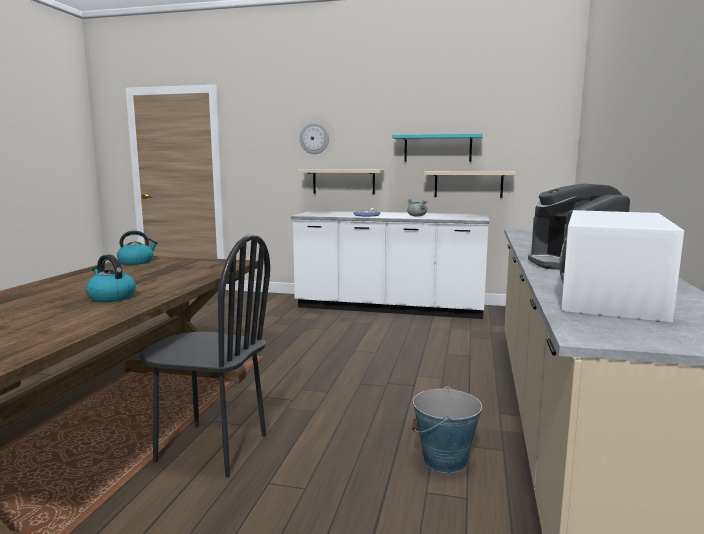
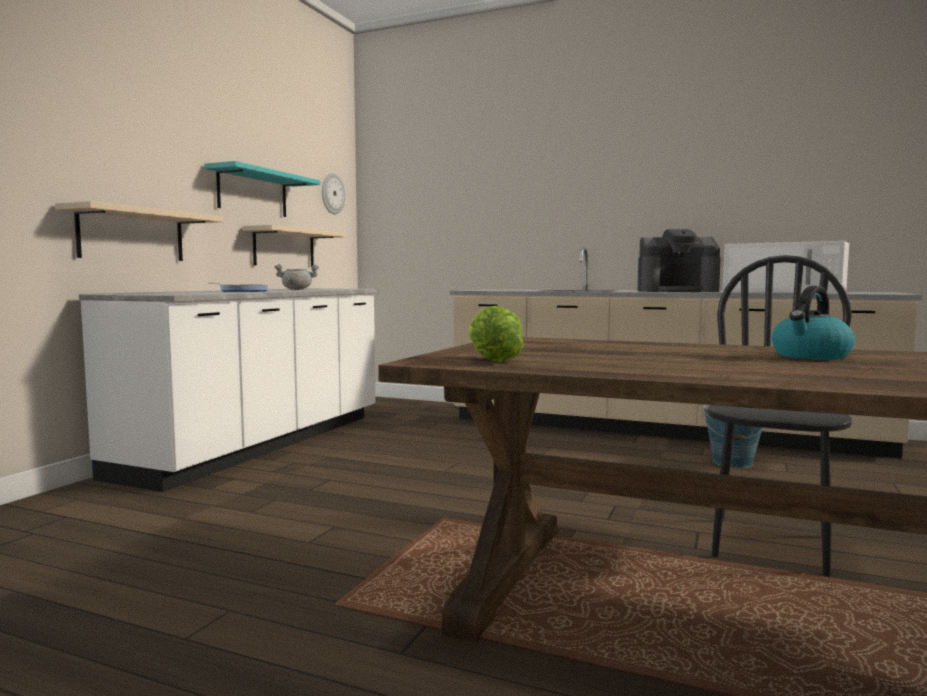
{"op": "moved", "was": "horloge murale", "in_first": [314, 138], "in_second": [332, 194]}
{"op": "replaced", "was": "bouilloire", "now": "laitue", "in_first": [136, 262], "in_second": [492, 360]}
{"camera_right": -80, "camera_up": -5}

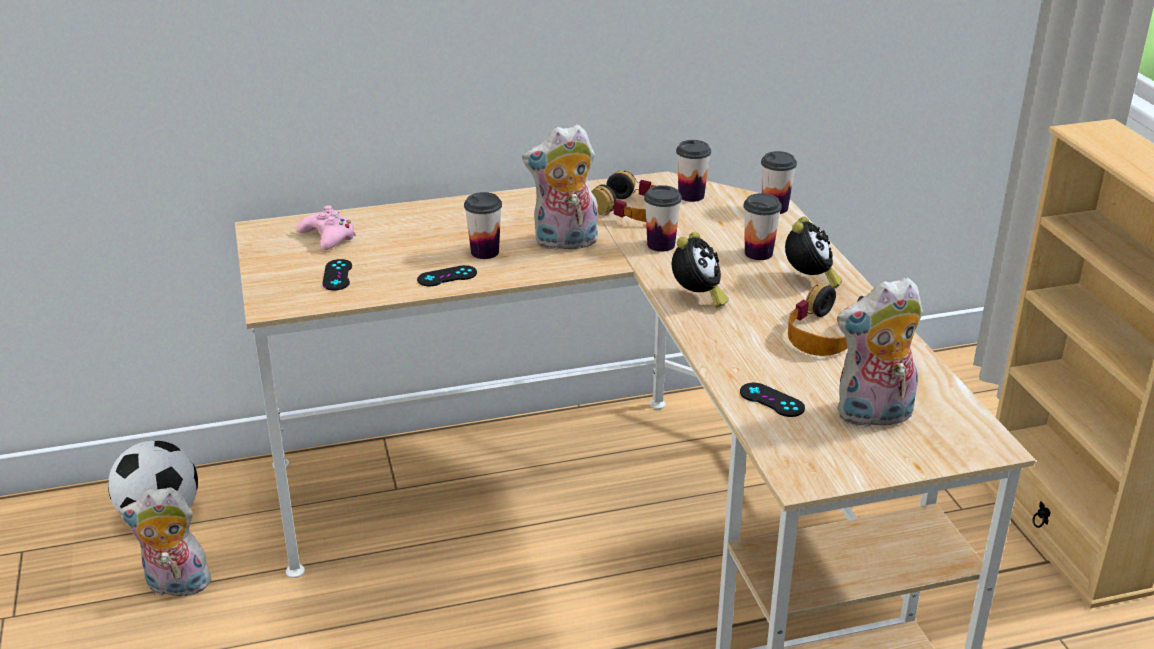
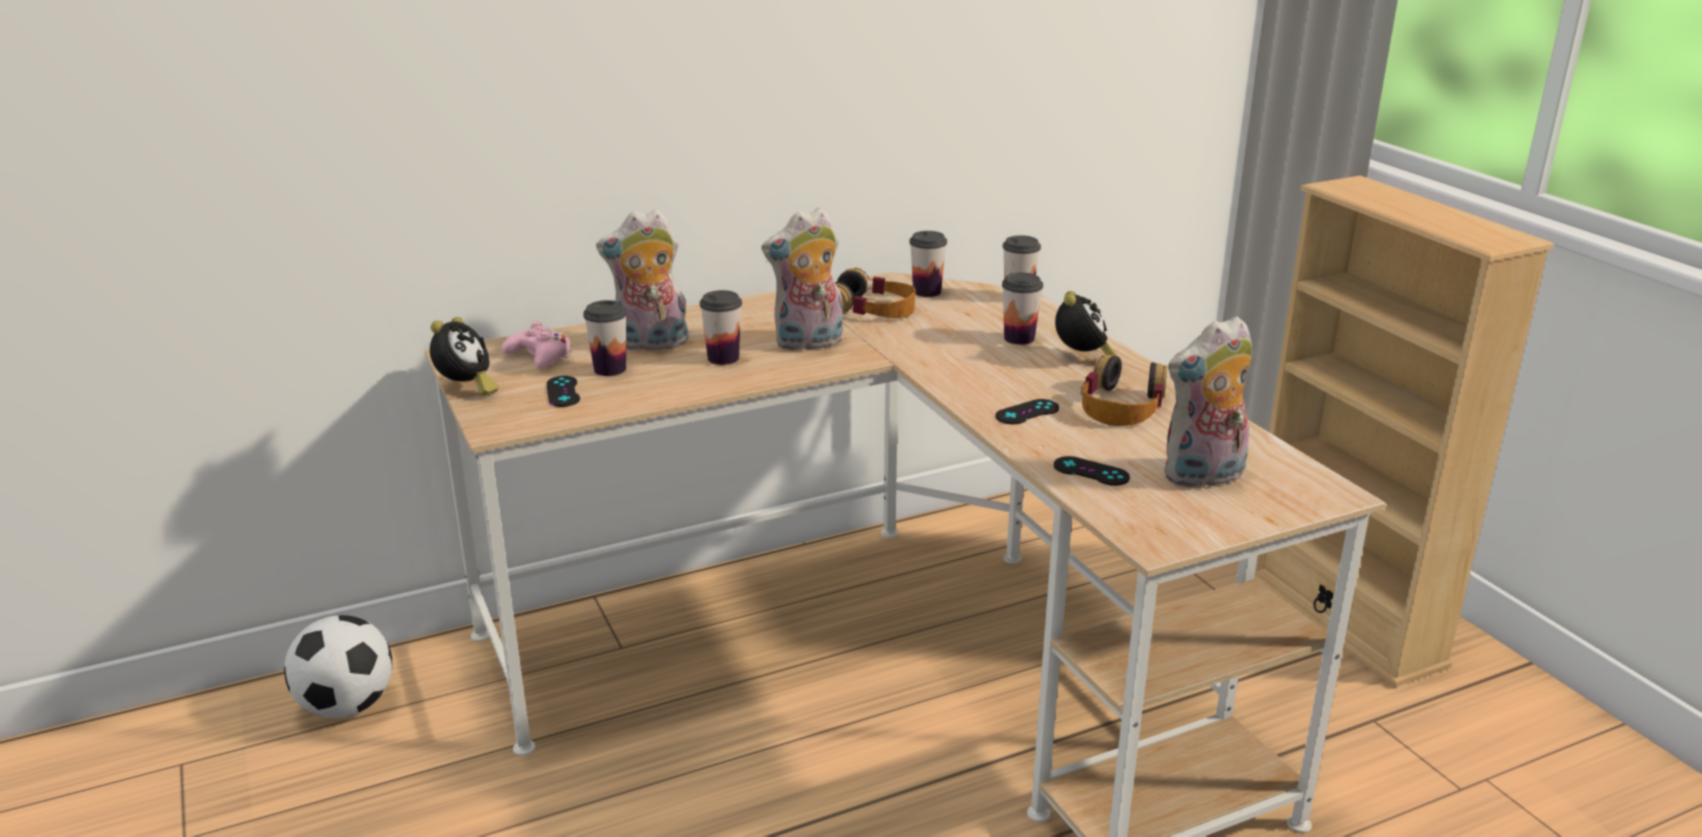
{"op": "moved", "was": "tasse", "in_first": [661, 245], "in_second": [610, 369]}
{"op": "moved", "was": "réveil", "in_first": [697, 298], "in_second": [466, 389]}
{"op": "moved", "was": "manette/noir", "in_first": [447, 276], "in_second": [1027, 412]}
{"op": "moved", "was": "peluche", "in_first": [175, 586], "in_second": [650, 344]}
{"camera_right": -10, "camera_up": -5}

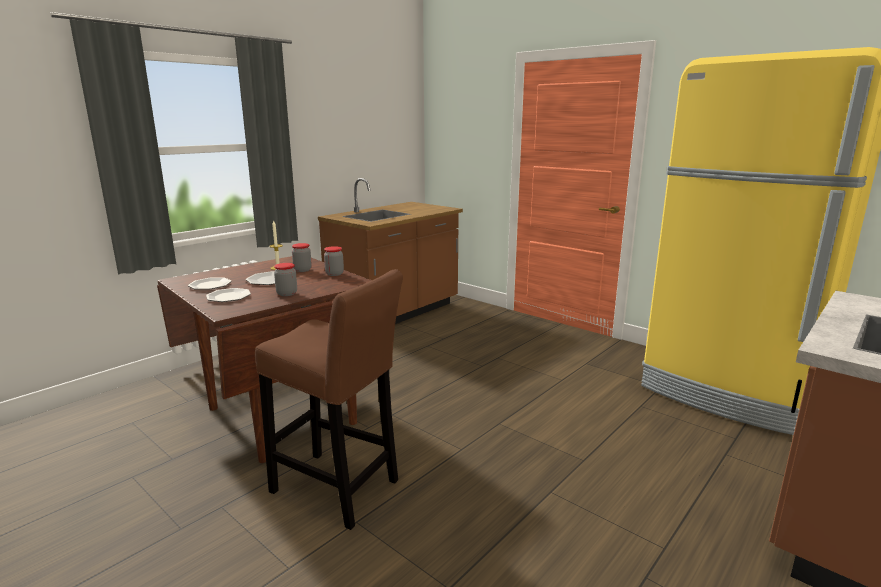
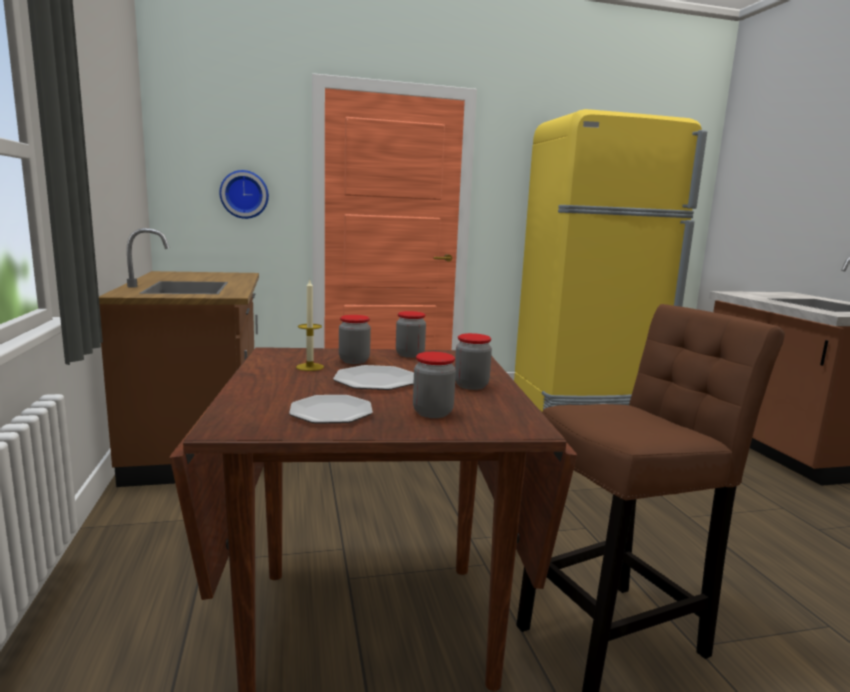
{"op": "replaced", "was": "assiette", "now": "bocal", "in_first": [229, 297], "in_second": [432, 413]}
{"op": "added", "now": "horloge murale", "in_second": [244, 194]}
{"camera_right": -55, "camera_up": -5}

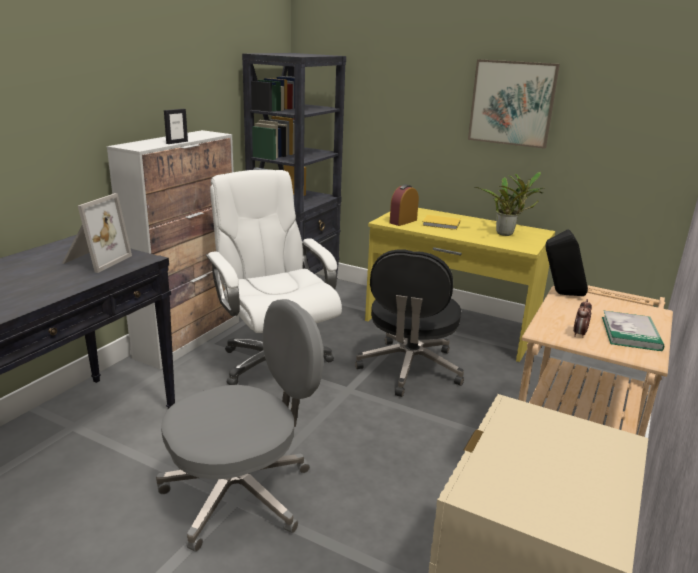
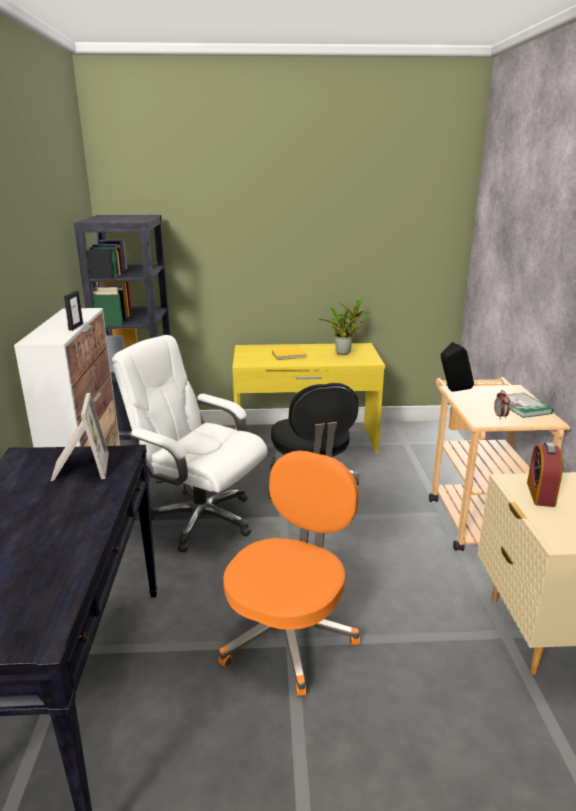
{"op": "removed", "was": "tableau", "in_first": [512, 103]}
{"op": "moved", "was": "réveil", "in_first": [403, 221], "in_second": [540, 494]}
{"op": "recoloured", "was": "chaise de bureau/gris", "now": "chaise de bureau/orange", "in_first": [241, 493], "in_second": [289, 634]}
{"camera_right": -30, "camera_up": 0}

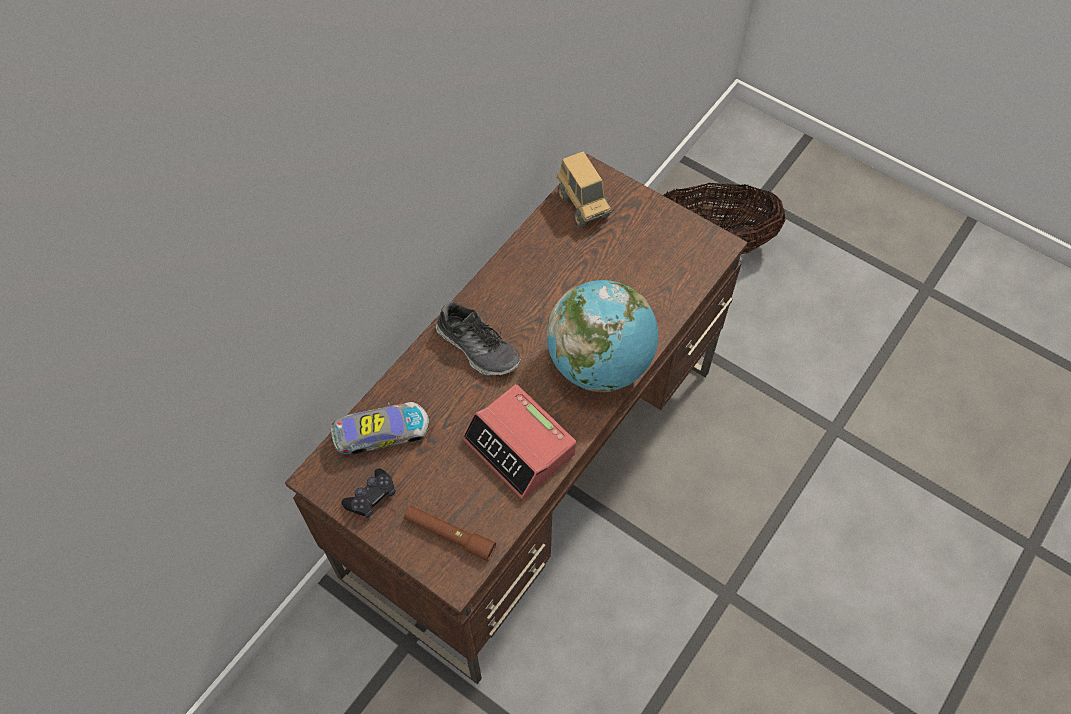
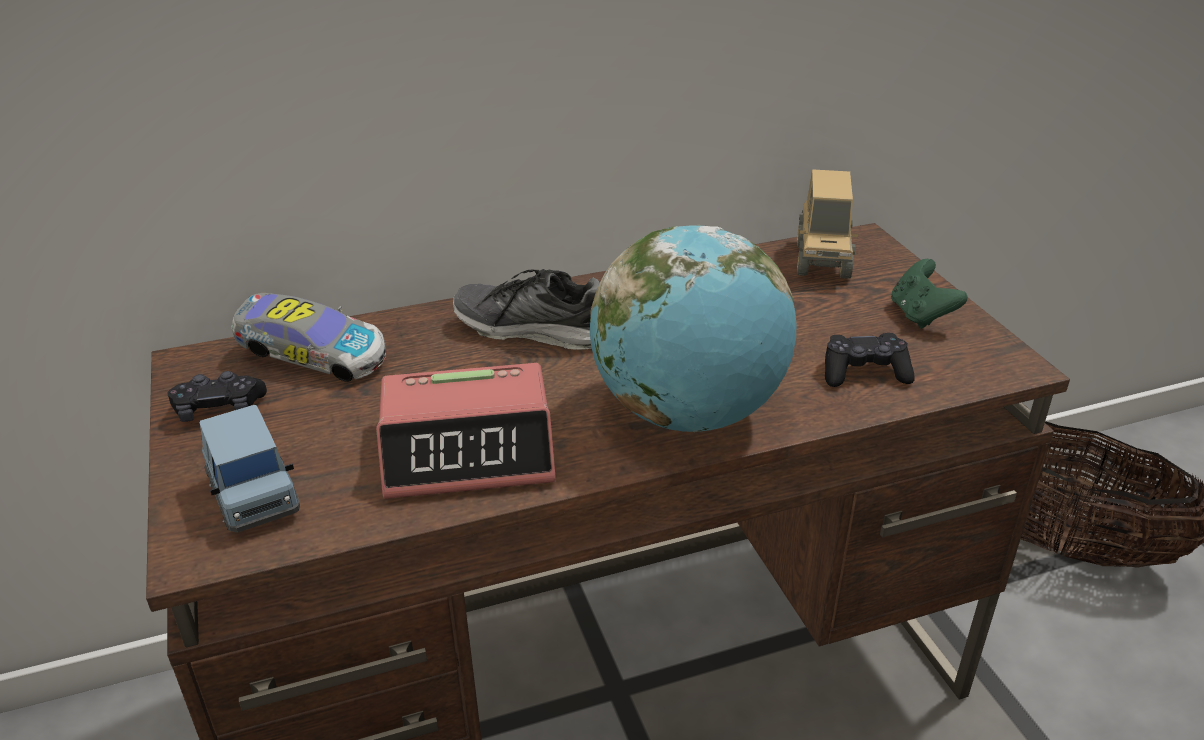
{"op": "turned", "was": "chaussure", "in_first": [478, 347], "in_second": [534, 330], "clockwise": 120}
{"op": "turned", "was": "réveil", "in_first": [520, 447], "in_second": [469, 449], "clockwise": -90}
{"op": "replaced", "was": "lampe de poche/marron", "now": "petite voiture/bleu", "in_first": [449, 535], "in_second": [255, 497]}
{"op": "added", "now": "manette/vert", "in_second": [920, 315]}
{"op": "added", "now": "manette/noir", "in_second": [864, 372]}
{"camera_right": 35, "camera_up": -25}

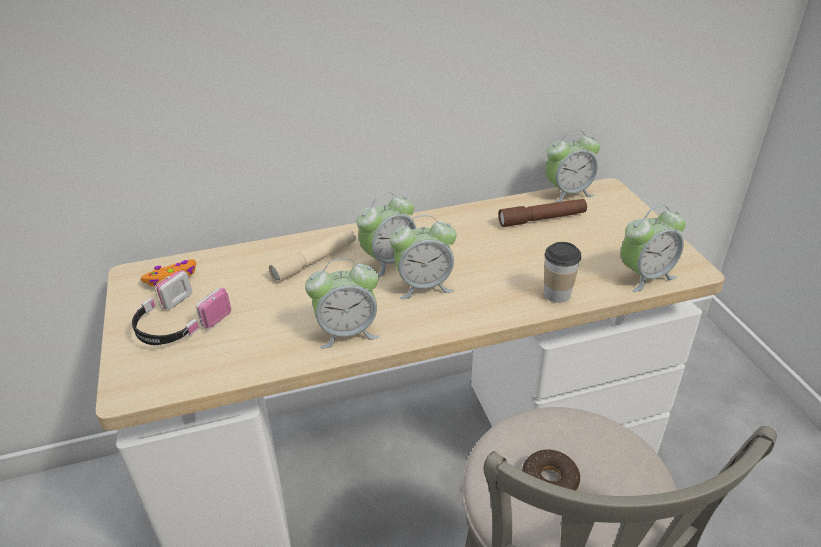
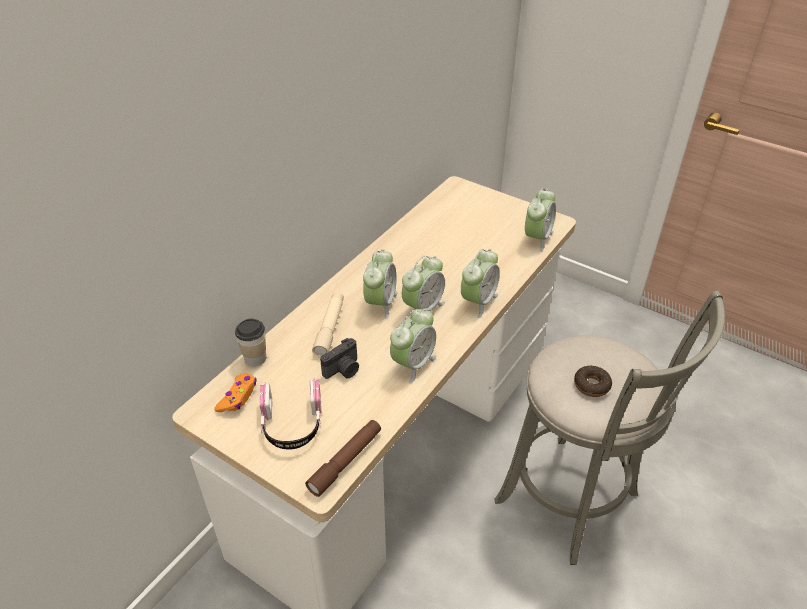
{"op": "moved", "was": "réveil", "in_first": [568, 193], "in_second": [478, 301]}
{"op": "moved", "was": "lampe de poche/marron", "in_first": [542, 219], "in_second": [346, 461]}
{"op": "moved", "was": "tasse", "in_first": [557, 294], "in_second": [255, 358]}
{"op": "added", "now": "appareil photo", "in_second": [343, 370]}
{"camera_right": -40, "camera_up": 5}

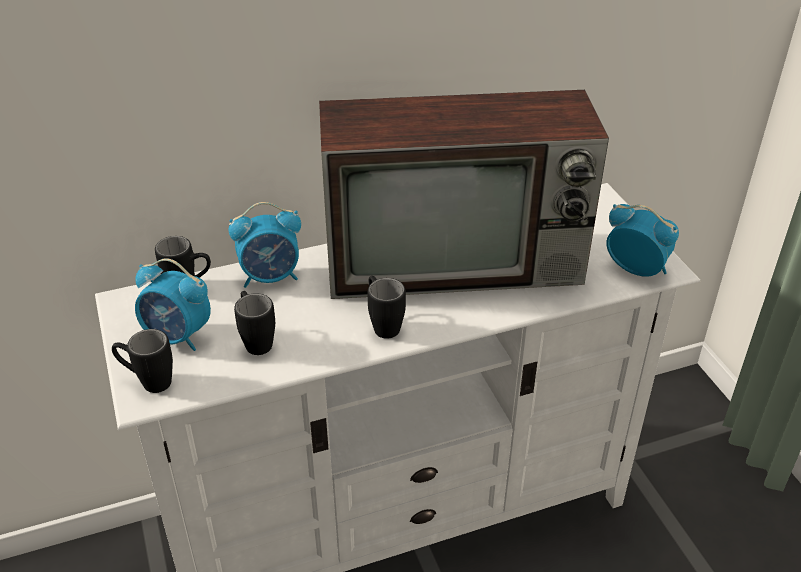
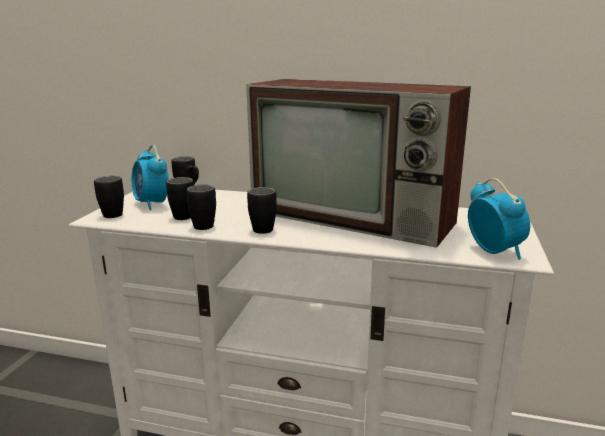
{"op": "removed", "was": "réveil", "in_first": [271, 277]}
{"op": "added", "now": "mug/noir", "in_second": [207, 224]}
{"camera_right": 35, "camera_up": -20}

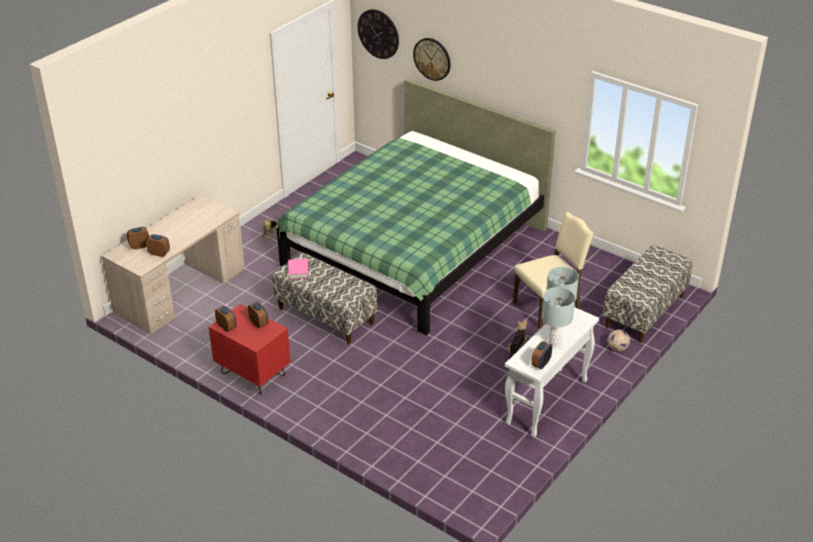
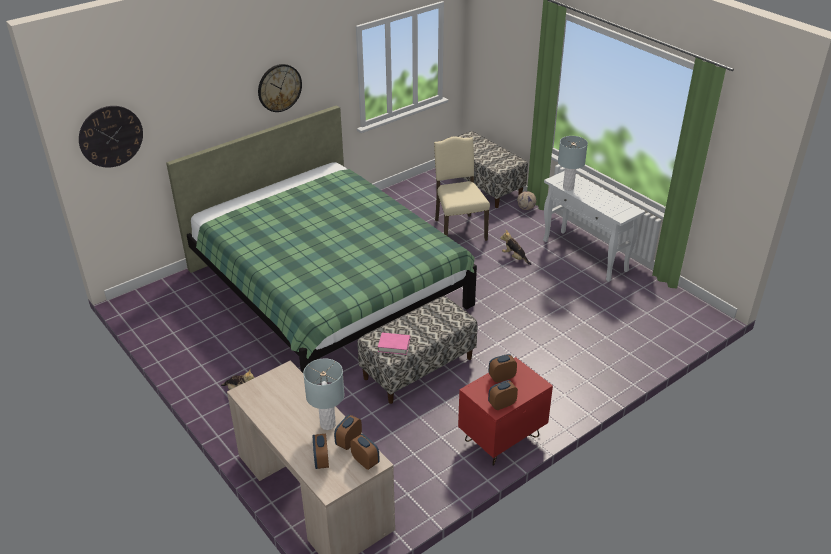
{"op": "moved", "was": "horloge murale", "in_first": [432, 59], "in_second": [279, 87]}
{"op": "moved", "was": "lampe de table/gris", "in_first": [554, 343], "in_second": [328, 424]}
{"op": "moved", "was": "réveil", "in_first": [541, 364], "in_second": [365, 461]}
{"camera_right": -75, "camera_up": 0}

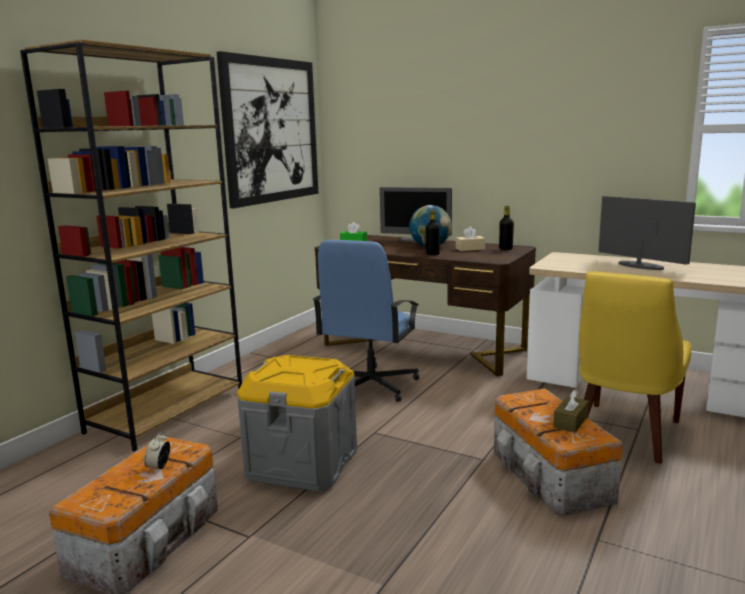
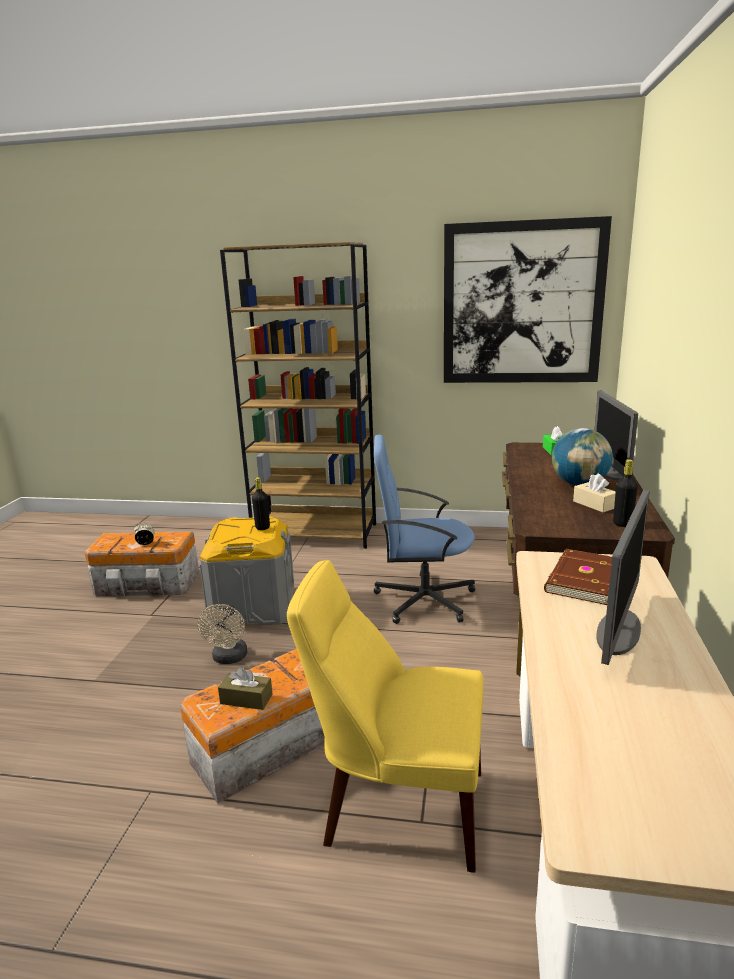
{"op": "moved", "was": "bouteille/noir", "in_first": [432, 254], "in_second": [262, 527]}
{"op": "added", "now": "livre/marron", "in_second": [582, 580]}
{"op": "added", "now": "ventilateur/beige", "in_second": [229, 658]}
{"camera_right": 70, "camera_up": 5}

